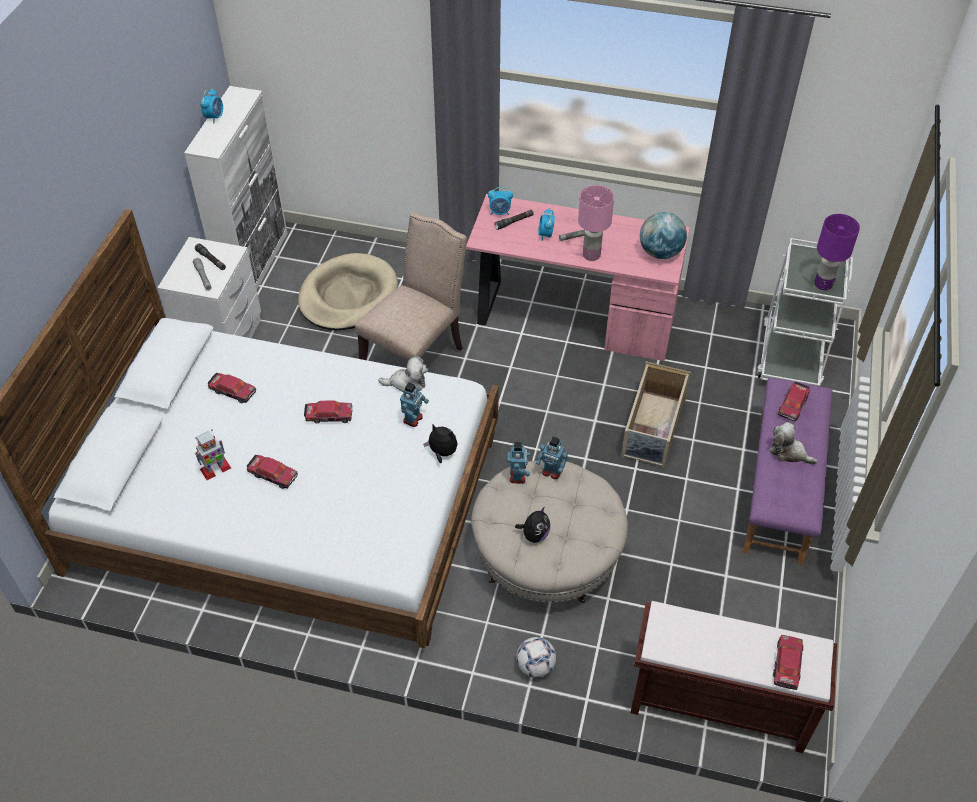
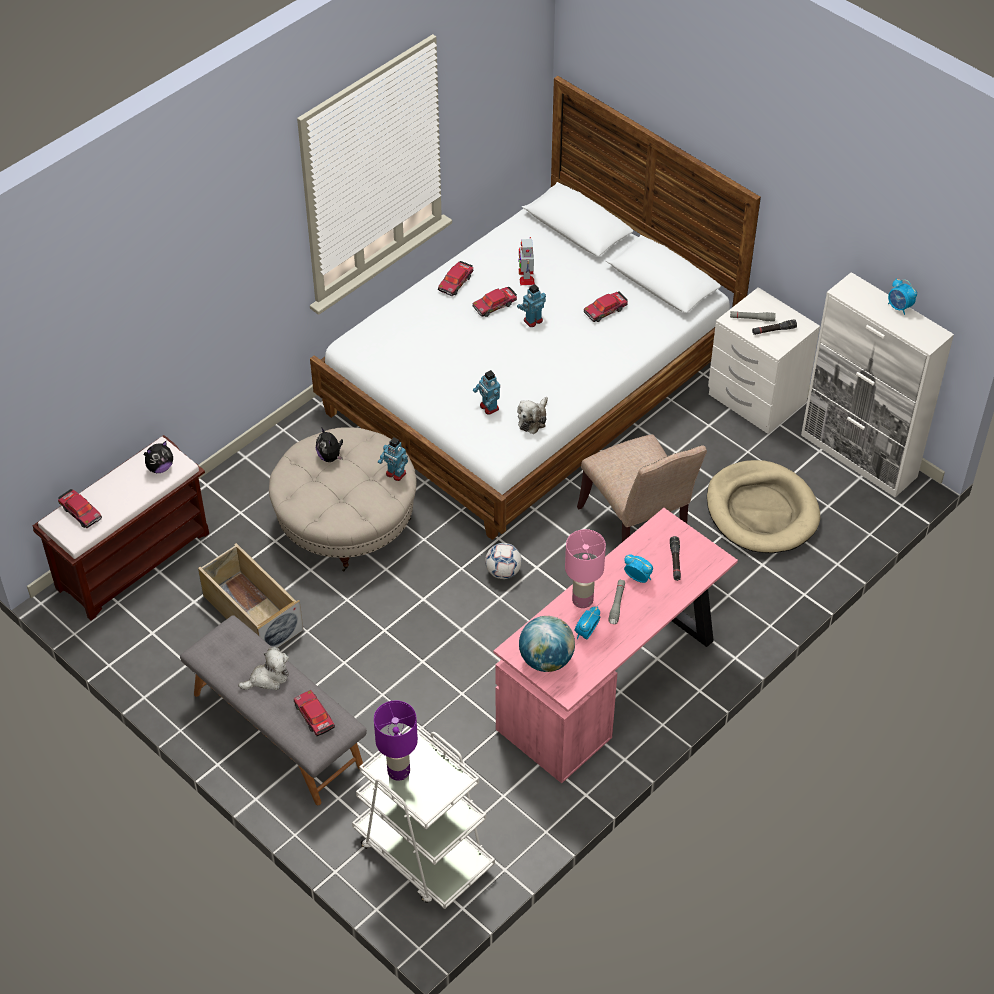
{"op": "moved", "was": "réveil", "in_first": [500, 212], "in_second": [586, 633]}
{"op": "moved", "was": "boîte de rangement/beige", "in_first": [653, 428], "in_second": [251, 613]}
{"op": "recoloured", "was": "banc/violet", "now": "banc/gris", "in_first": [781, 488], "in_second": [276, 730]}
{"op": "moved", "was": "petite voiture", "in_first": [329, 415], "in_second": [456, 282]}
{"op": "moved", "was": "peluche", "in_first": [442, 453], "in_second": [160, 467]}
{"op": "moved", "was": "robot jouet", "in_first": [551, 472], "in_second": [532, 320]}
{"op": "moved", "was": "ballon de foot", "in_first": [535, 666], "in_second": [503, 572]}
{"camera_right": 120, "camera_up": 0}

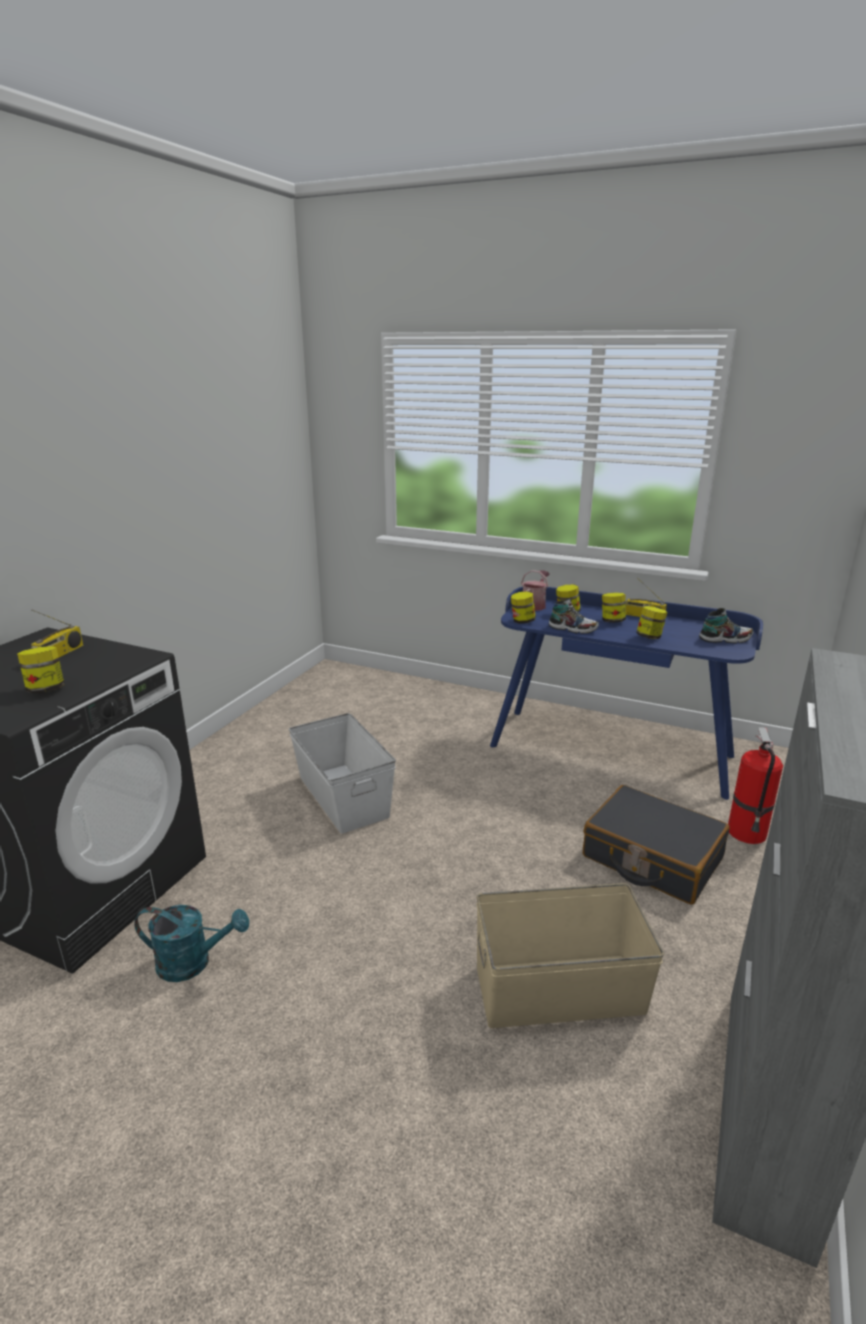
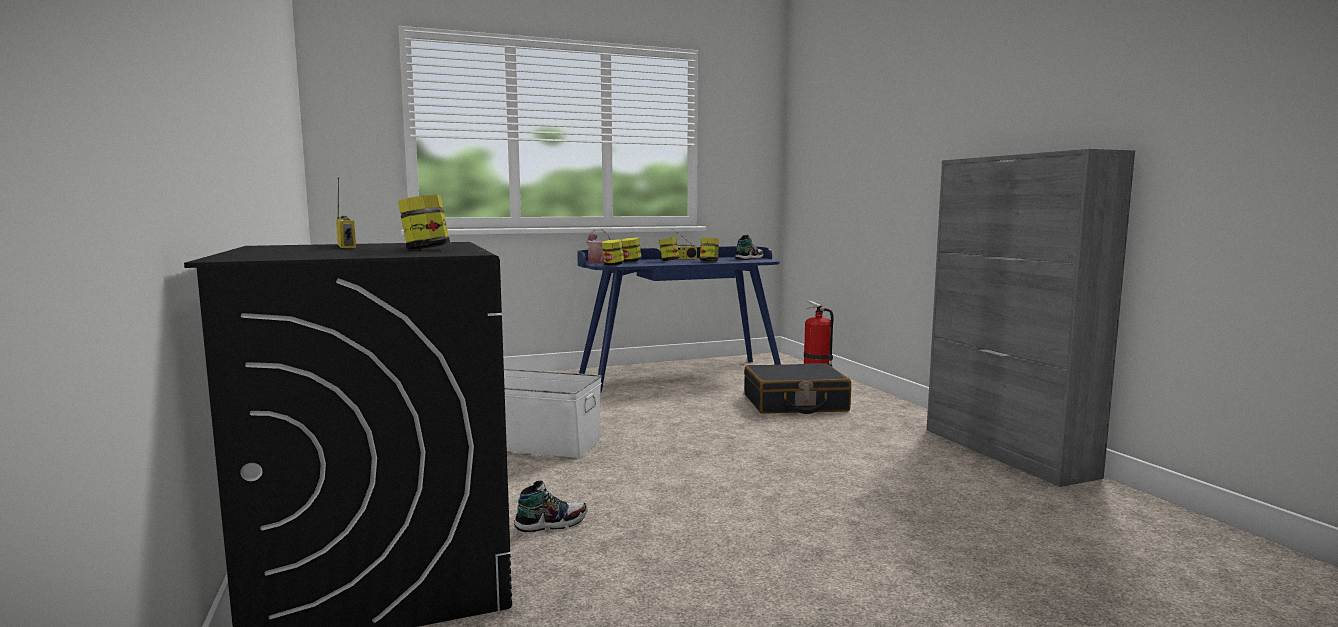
{"op": "moved", "was": "chaussure", "in_first": [572, 629], "in_second": [551, 524]}
{"op": "removed", "was": "boîte de rangement/beige", "in_first": [560, 990]}
{"op": "removed", "was": "arrosoir/turquoise", "in_first": [193, 962]}
{"camera_right": -45, "camera_up": -15}

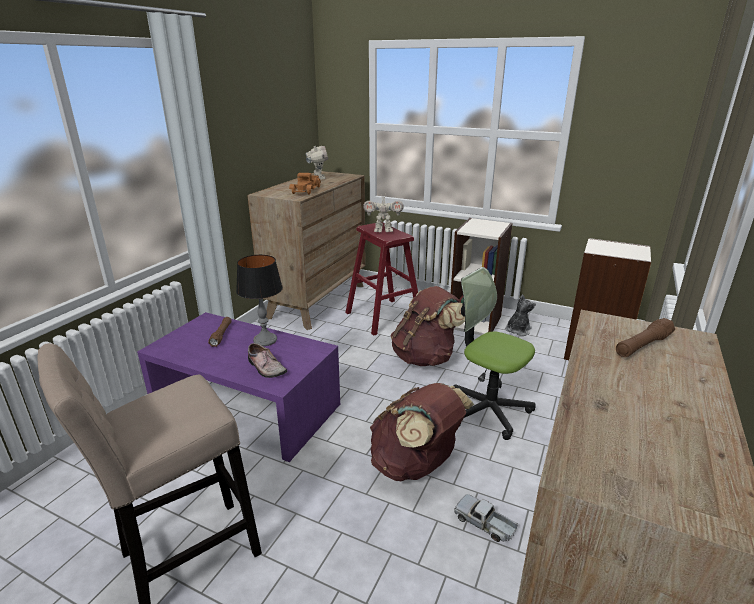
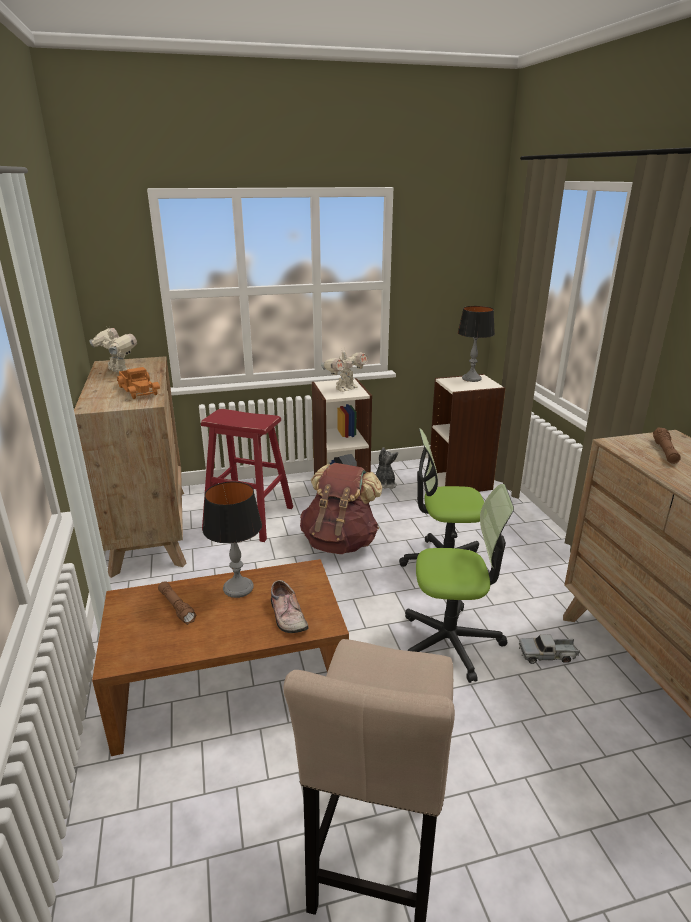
{"op": "moved", "was": "robot jouet", "in_first": [383, 230], "in_second": [345, 389]}
{"op": "recoloured", "was": "table basse/violet", "now": "table basse/marron", "in_first": [247, 407], "in_second": [229, 681]}
{"op": "turned", "was": "chaussure", "in_first": [265, 368], "in_second": [286, 616], "clockwise": 60}
{"op": "replaced", "was": "sac à dos/marron", "now": "chaise de bureau", "in_first": [415, 465], "in_second": [451, 641]}
{"op": "added", "now": "lampe de table", "in_second": [471, 379]}
{"camera_right": -40, "camera_up": 0}

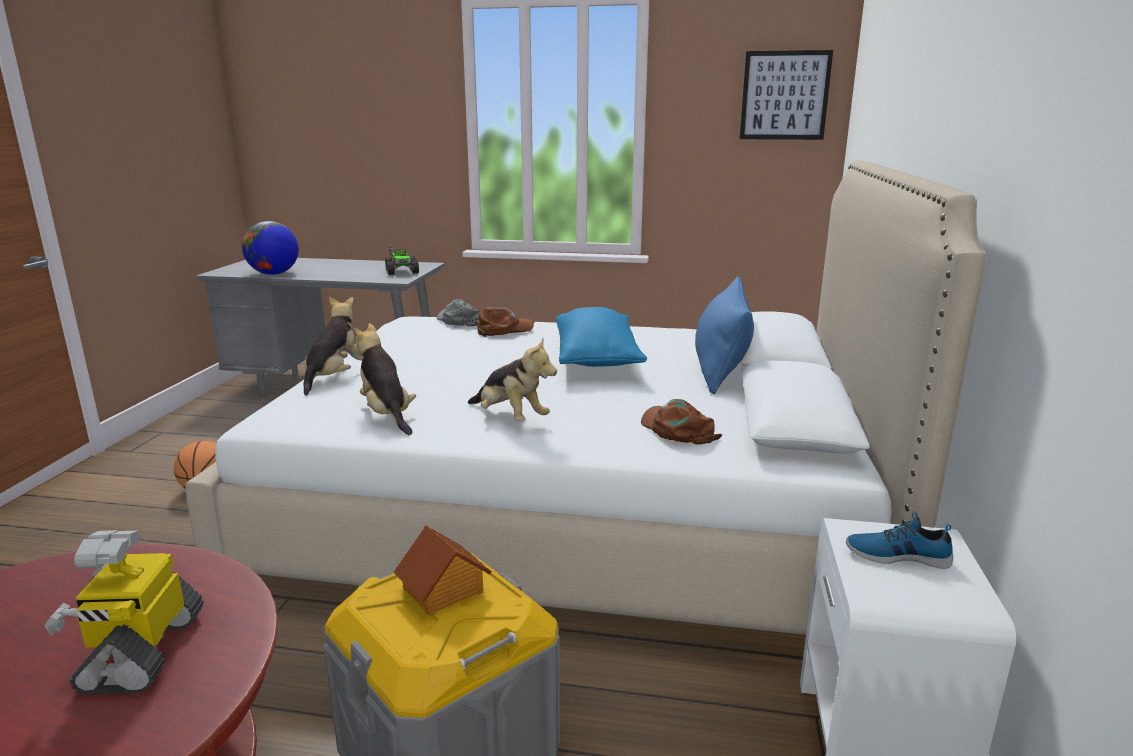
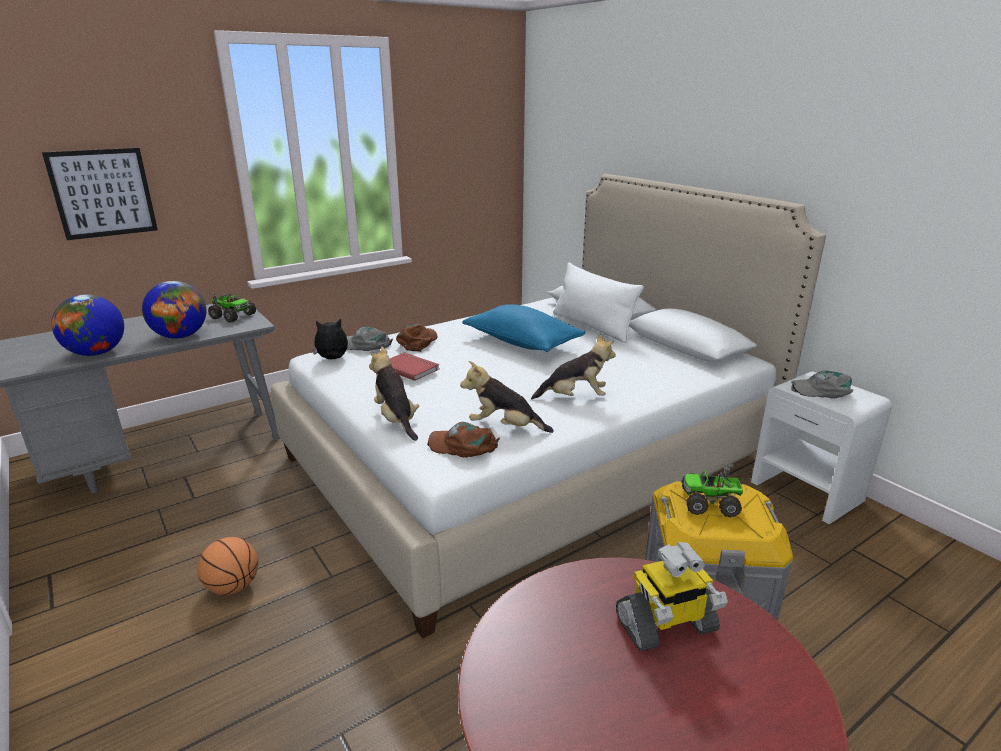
{"op": "moved", "was": "tableau", "in_first": [784, 95], "in_second": [103, 193]}
{"op": "recoloured", "was": "coussin/bleu", "now": "coussin/blanc", "in_first": [721, 368], "in_second": [592, 326]}
{"op": "moved", "was": "casquette/marron", "in_first": [677, 429], "in_second": [463, 445]}
{"op": "replaced", "was": "chaussure", "now": "casquette/gris", "in_first": [897, 555], "in_second": [822, 390]}
{"op": "replaced", "was": "maison miniature", "now": "camion jouet", "in_first": [443, 590], "in_second": [710, 503]}
{"op": "turned", "was": "robot jouet", "in_first": [141, 651], "in_second": [666, 626], "clockwise": -60}
{"op": "added", "now": "globe", "in_second": [180, 336]}
{"op": "added", "now": "peluche", "in_second": [333, 359]}
{"op": "added", "now": "livre/rouge", "in_second": [410, 368]}
{"camera_right": -45, "camera_up": 5}

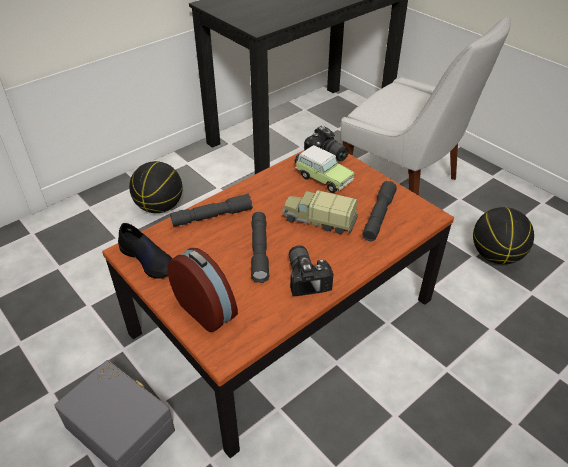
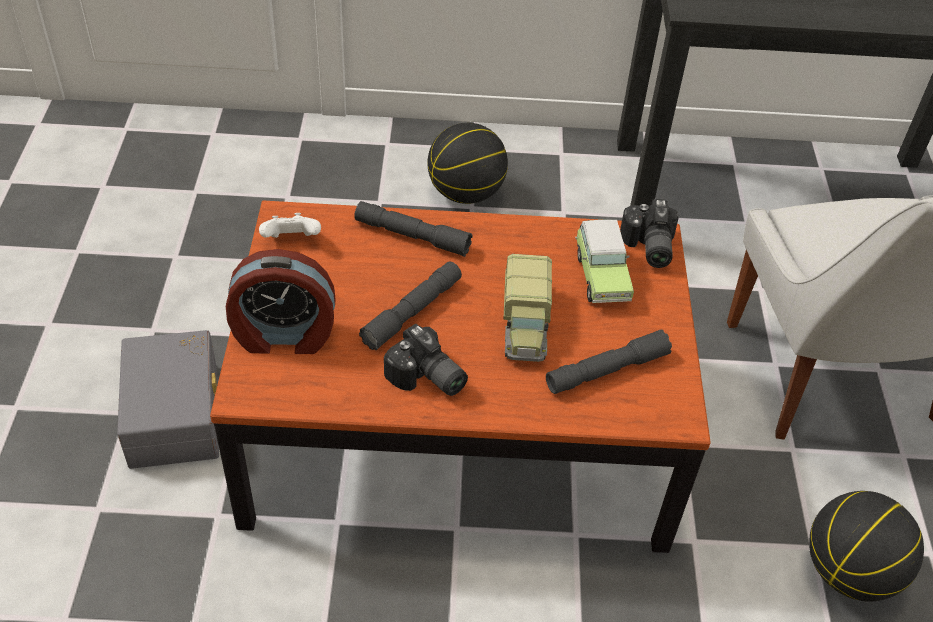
{"op": "turned", "was": "camion jouet", "in_first": [318, 220], "in_second": [525, 324], "clockwise": -150}
{"op": "replaced", "was": "chaussure/noir", "now": "manette/blanc", "in_first": [148, 259], "in_second": [292, 241]}
{"op": "turned", "was": "appareil photo", "in_first": [307, 276], "in_second": [426, 379], "clockwise": 105}
{"op": "turned", "was": "réveil", "in_first": [207, 309], "in_second": [284, 336], "clockwise": 90}
{"camera_right": 40, "camera_up": 5}

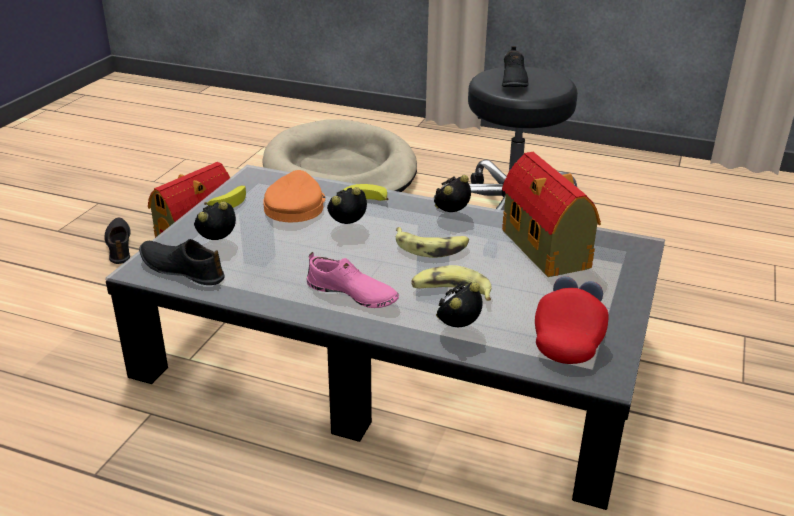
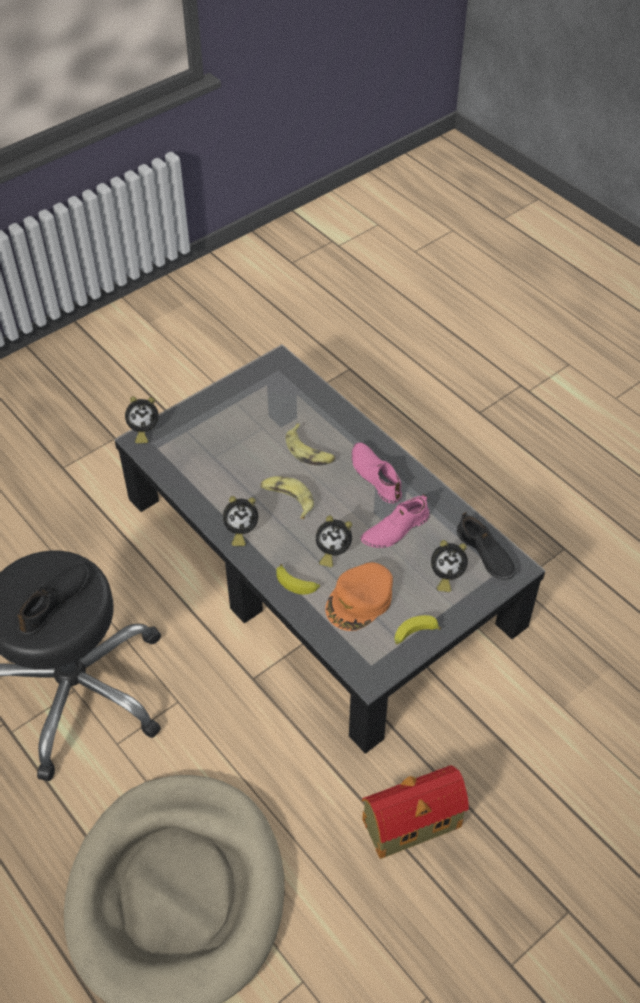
{"op": "removed", "was": "maison miniature", "in_first": [546, 250]}
{"op": "removed", "was": "chaussure/noir", "in_first": [120, 245]}
{"op": "removed", "was": "casquette/rouge", "in_first": [568, 338]}
{"op": "moved", "was": "réveil", "in_first": [457, 328], "in_second": [143, 431]}
{"op": "added", "now": "chaussure/rose", "in_second": [395, 529]}
{"camera_right": -150, "camera_up": 20}

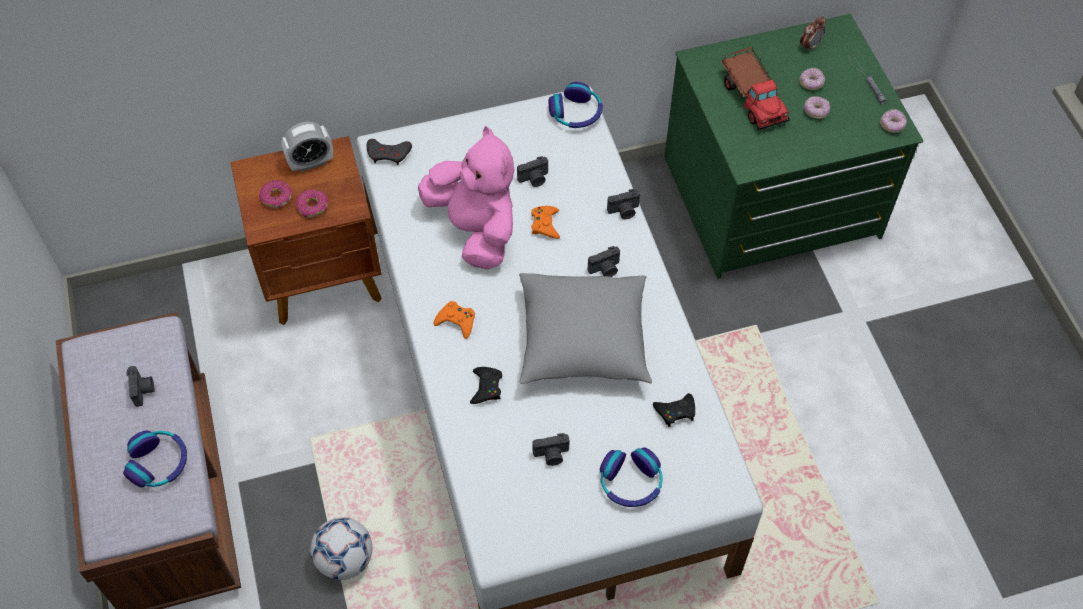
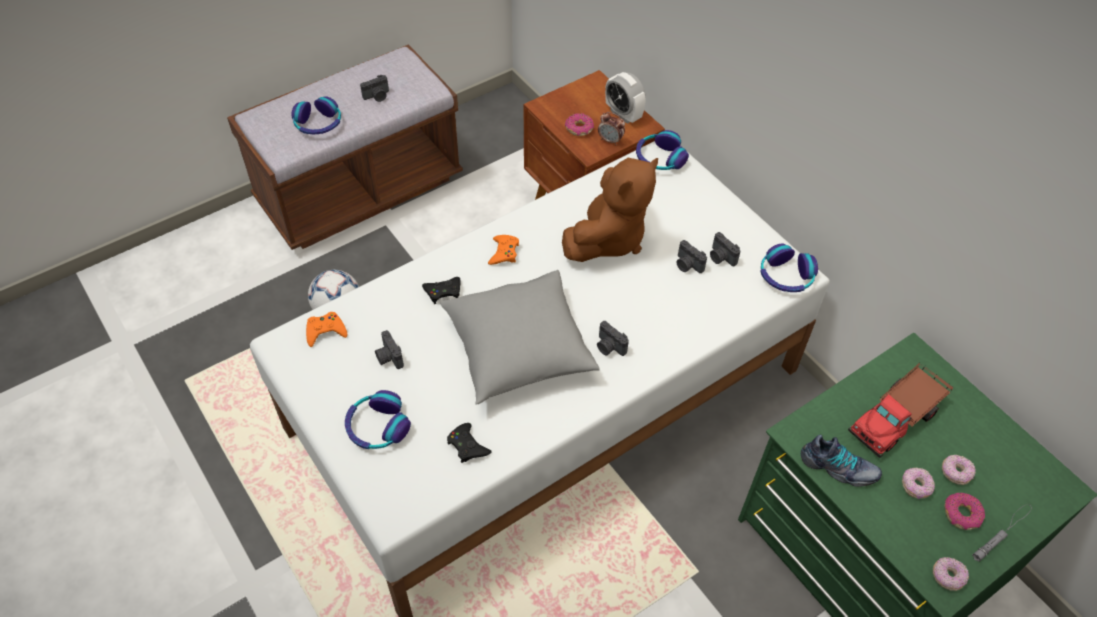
{"op": "moved", "was": "réveil", "in_first": [810, 46], "in_second": [610, 140]}
{"op": "recoloured", "was": "peluche/rose", "now": "peluche/marron", "in_first": [475, 229], "in_second": [608, 238]}
{"op": "replaced", "was": "manette/gris", "now": "casque audio", "in_first": [388, 154], "in_second": [659, 158]}
{"op": "moved", "was": "beignet", "in_first": [276, 198], "in_second": [961, 514]}
{"op": "moved", "was": "appareil photo", "in_first": [624, 211], "in_second": [721, 257]}
{"op": "moved", "was": "manette/orange", "in_first": [545, 224], "in_second": [325, 331]}
{"op": "added", "now": "chaussure", "in_second": [838, 468]}
{"camera_right": 70, "camera_up": -5}

